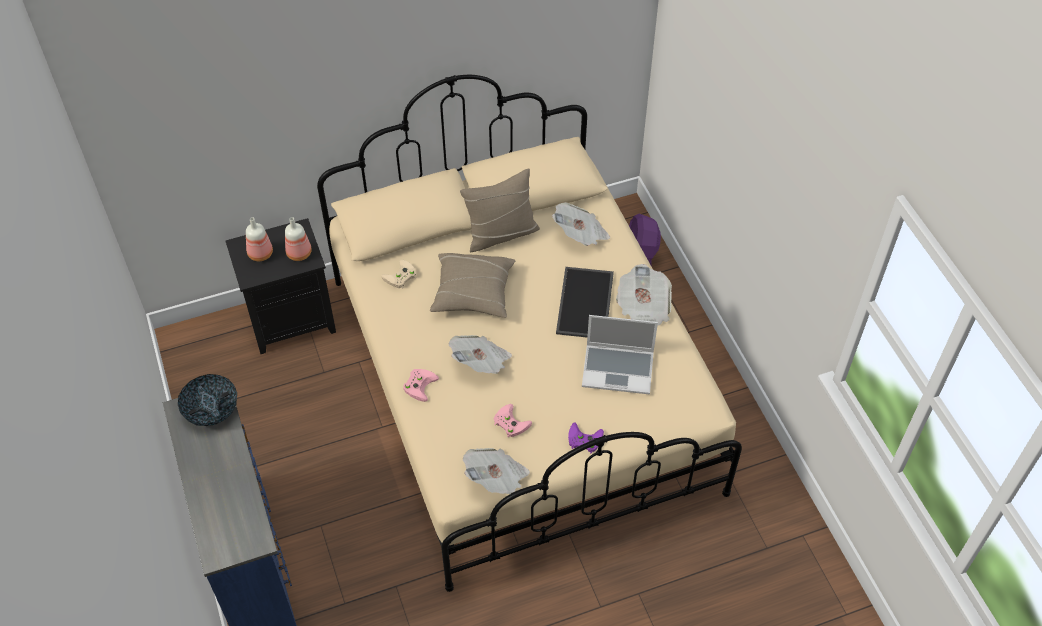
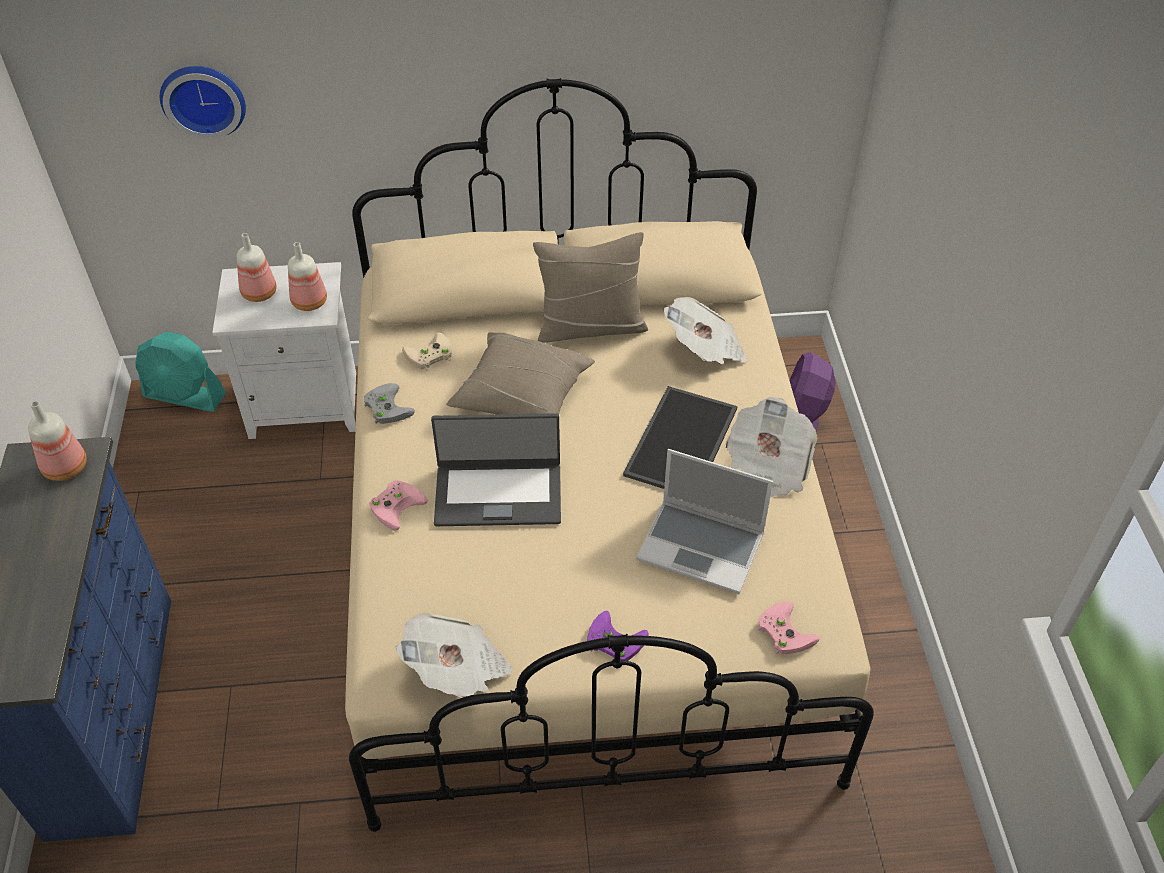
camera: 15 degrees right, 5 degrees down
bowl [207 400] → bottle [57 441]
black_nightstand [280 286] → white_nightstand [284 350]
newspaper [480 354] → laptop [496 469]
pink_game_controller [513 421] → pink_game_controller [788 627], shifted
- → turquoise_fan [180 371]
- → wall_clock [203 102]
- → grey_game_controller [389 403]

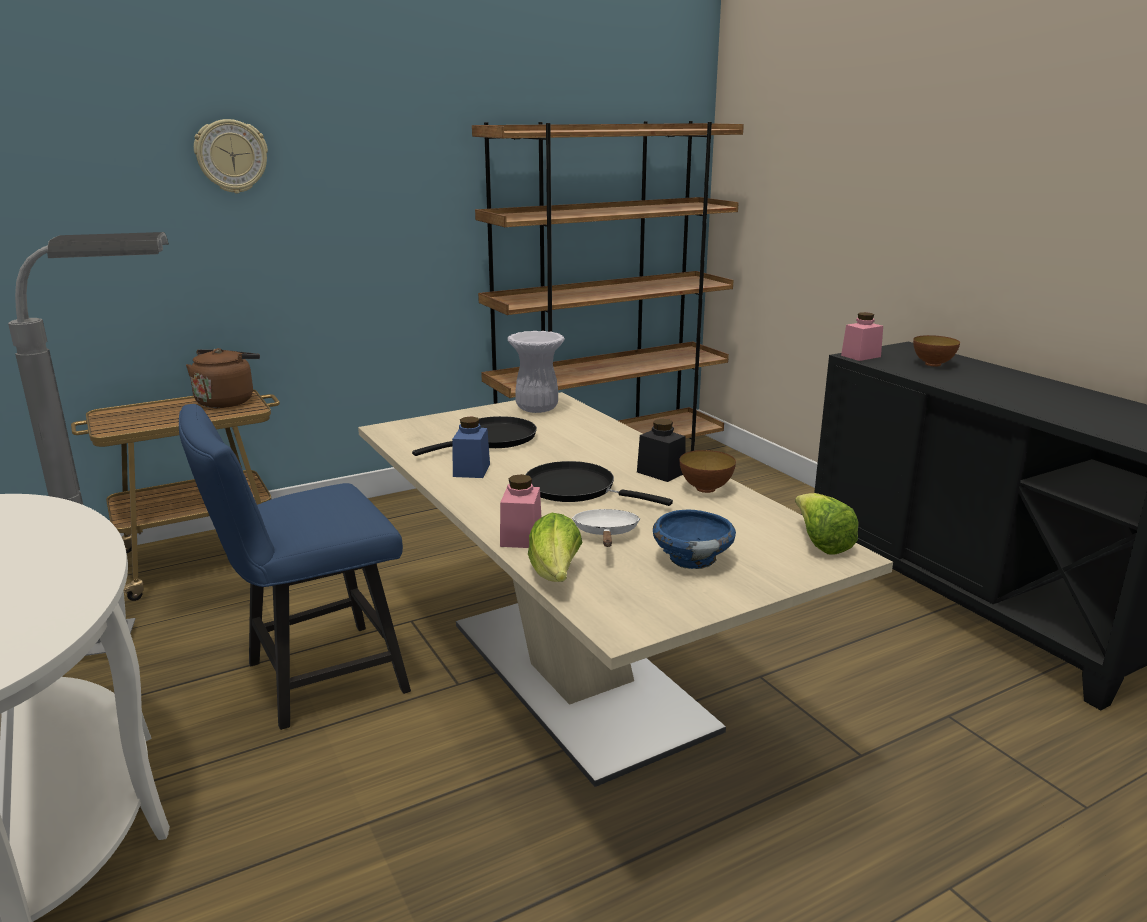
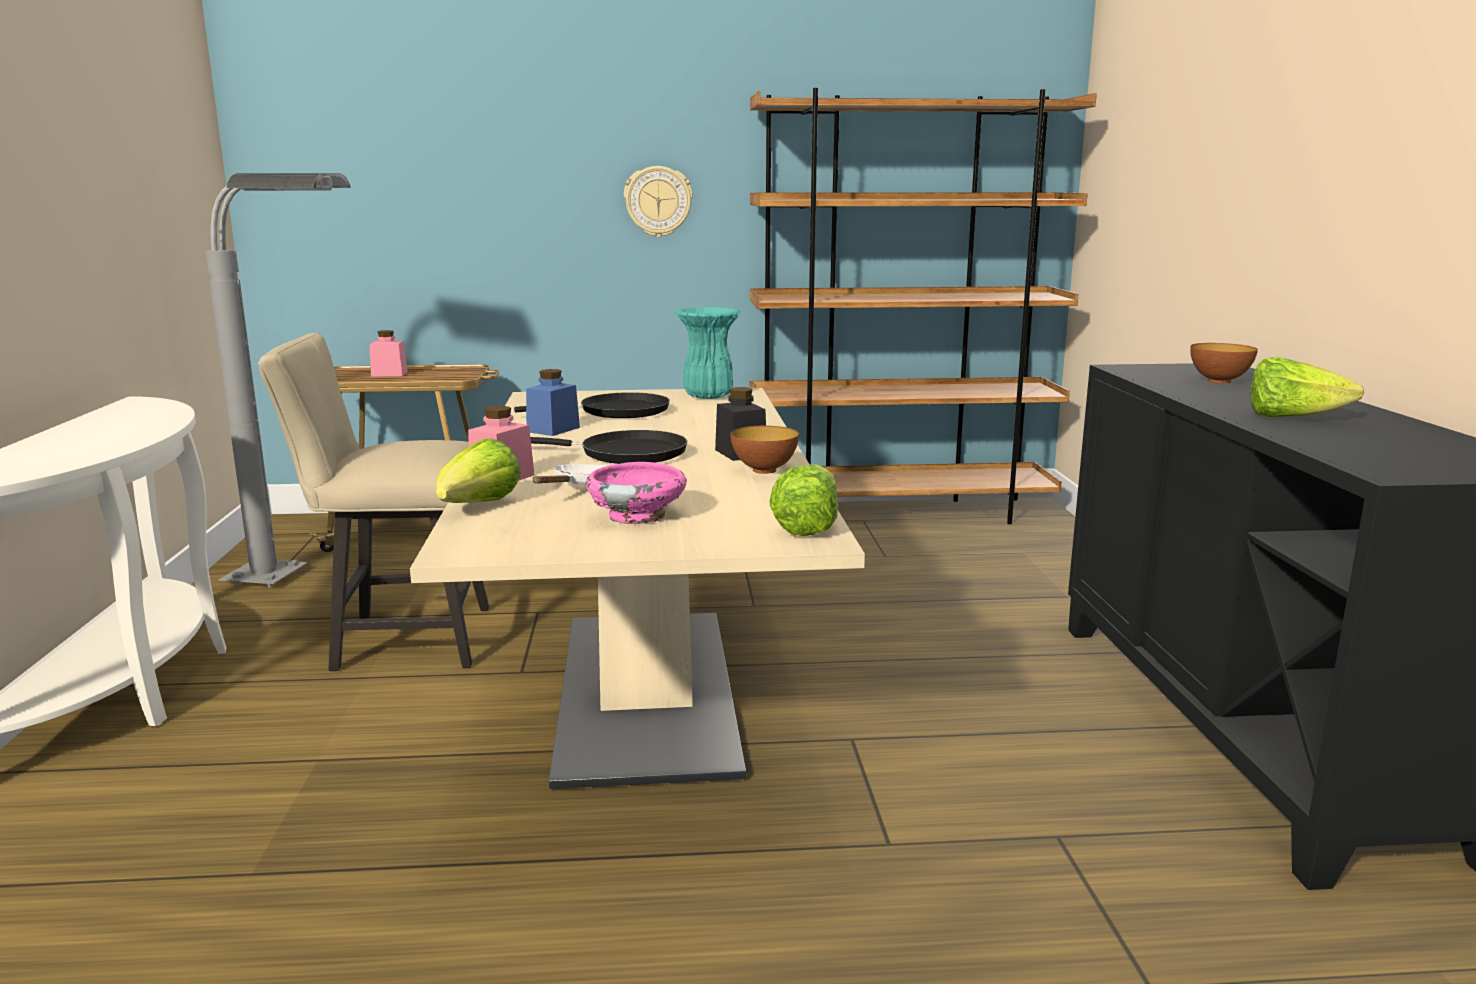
camera: 25 degrees right, 5 degrees down
blue_chair [295 567] → beige_chair [373 502]
brown_kettle [223 378] → -
wall_clock [231 156] → wall_clock [658 201], shifted
white_vase [536 372] → turquoise_vase [708 353]
black_frying_pan [599 483] → black_frying_pan [608 447], 135 degrees clockwise
blue_bowl [694 539] → pink_bowl [636 493]
pink_jar [862 336] → pink_jar [389 353], shifted
- → lettuce [1307 387]

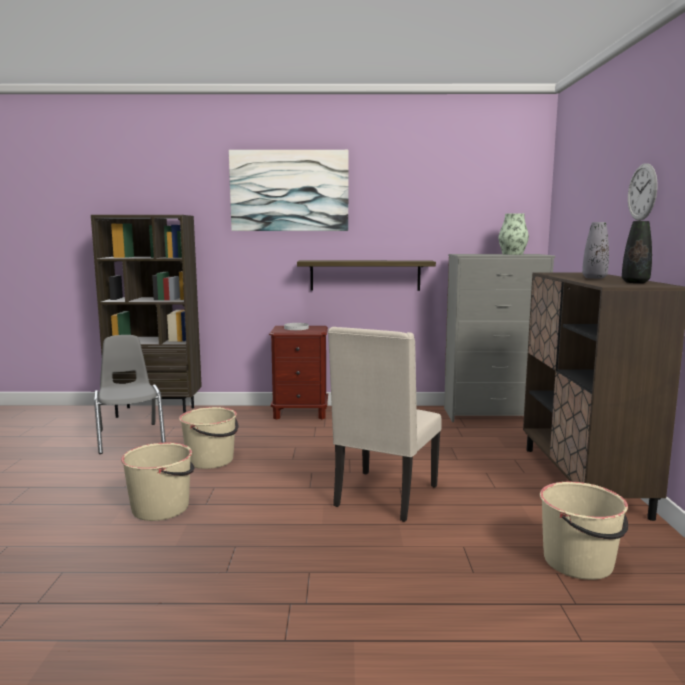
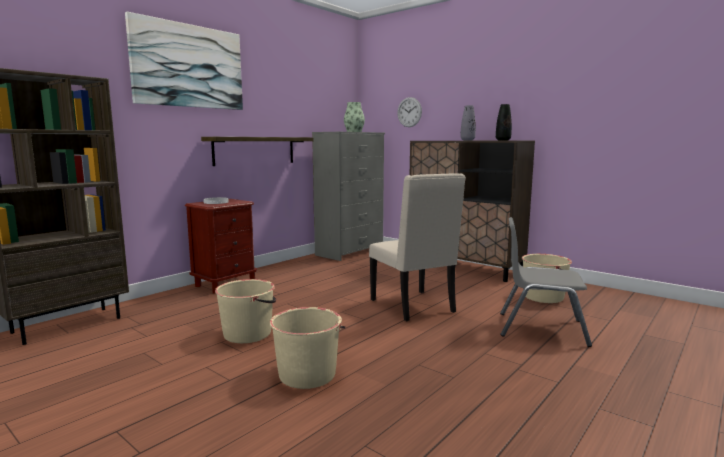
camera: 50 degrees left, 0 degrees up
grey_chair [130 394] → grey_chair [546 282], shifted
wall_clock [643 192] → wall_clock [409 112], shifted

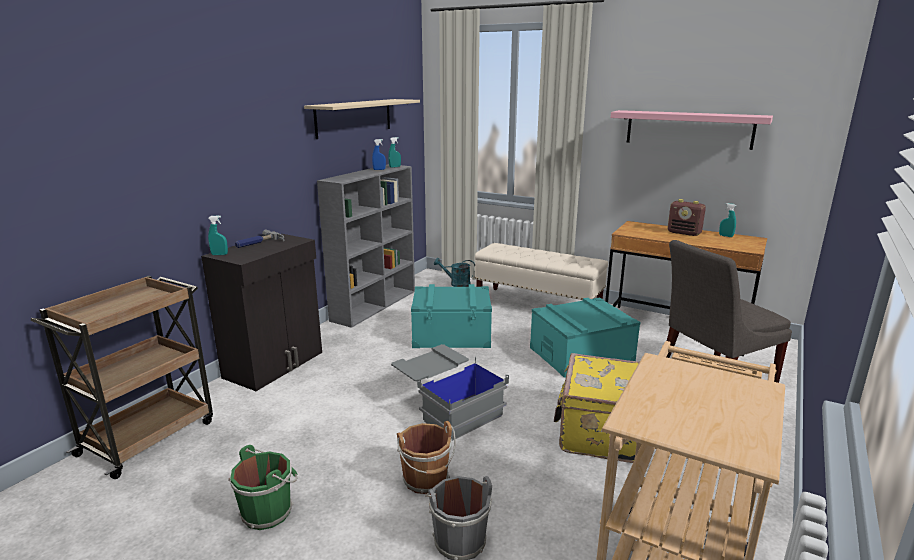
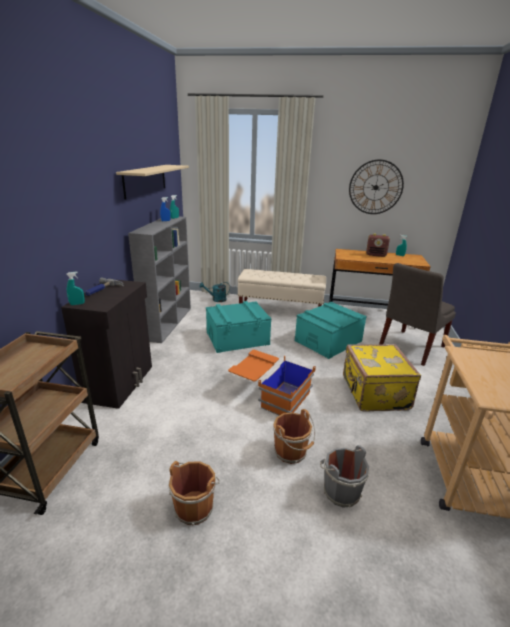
camera: 20 degrees left, 5 degrees up
green_bucket [263 487] → brown_bucket [194 493]
grey_storage_box [450 392] → orange_storage_box [272 383]
pink_shelf [692 130] → wall_clock [376 187]

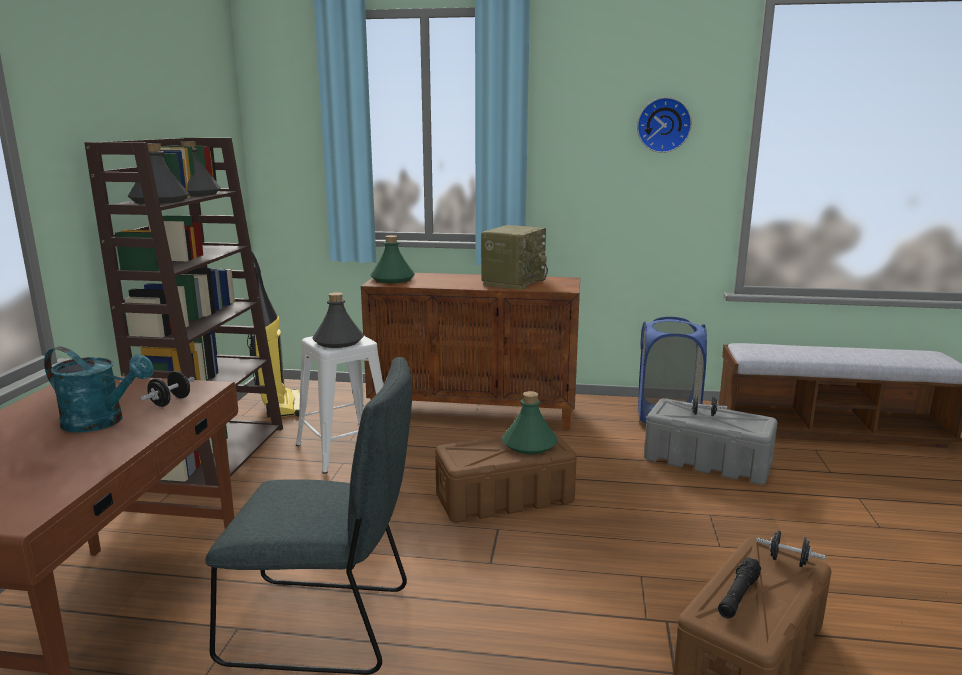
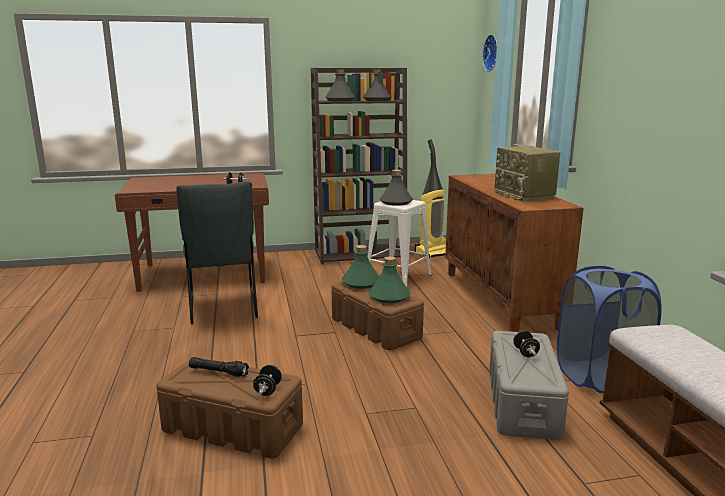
camera: 70 degrees right, 0 degrees up
turquoise_watering_can [99 389] → -
green_bottle [392 259] → green_bottle [361 267], shifted
radio [514 257] → radio [527 174], 60 degrees clockwise
wall_clock [664 125] → wall_clock [489 53], shifted

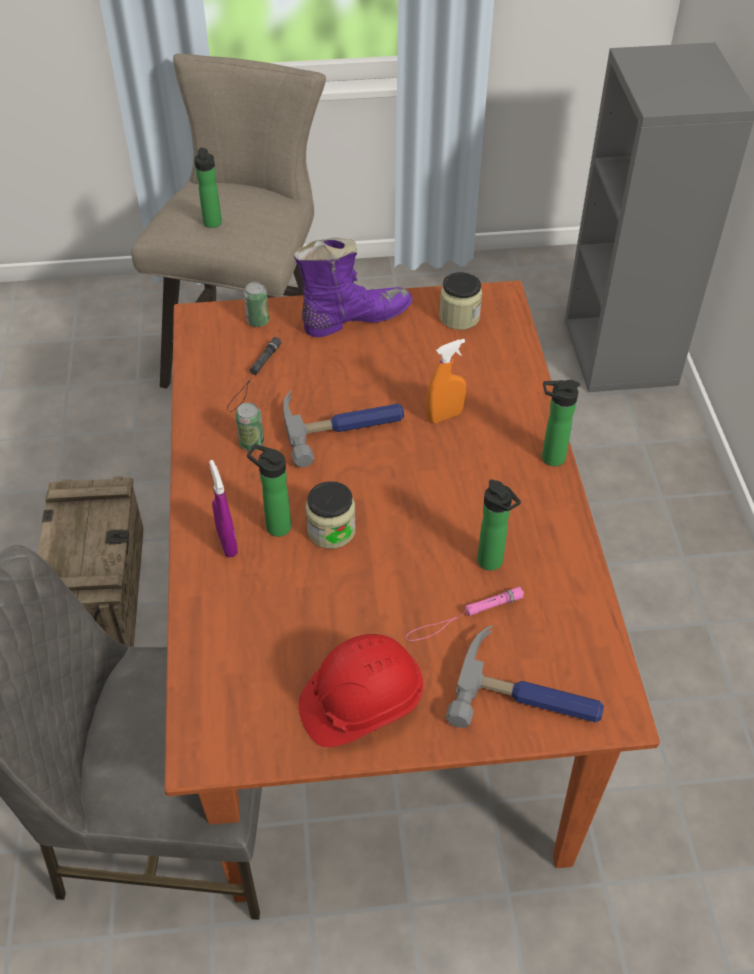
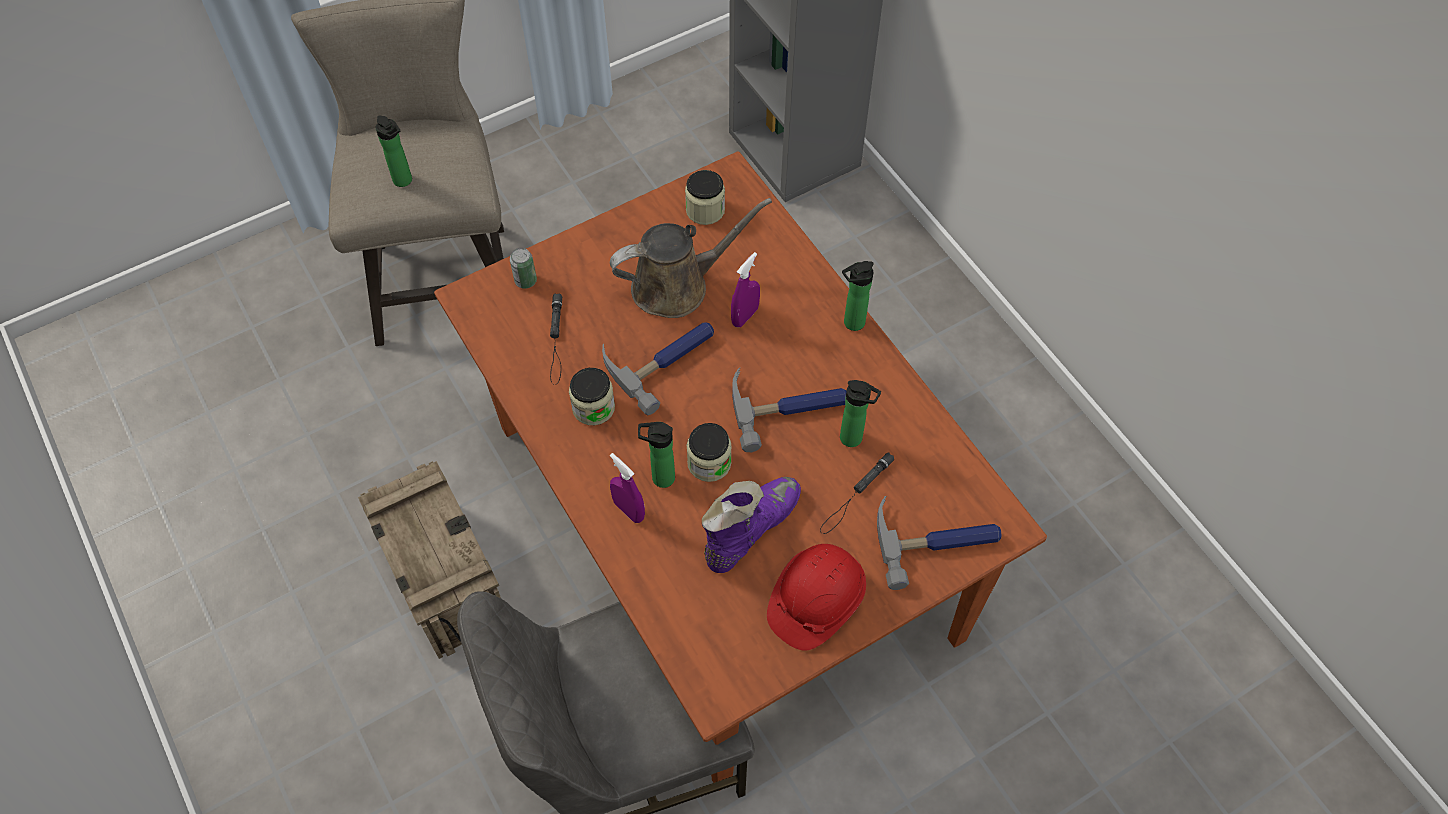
camera: 25 degrees left, 10 degrees up
can [249 426] → jar [592 396]
purple_boot [353 287] → purple_boot [751 525], shifted
pink_flashlight [465 614] → black_flashlight [857 493]
orange_spray_bottle [446 381] → purple_spray_bottle [745 289]
- → brown_watering_can [691 258]
- → hammer [789 410]

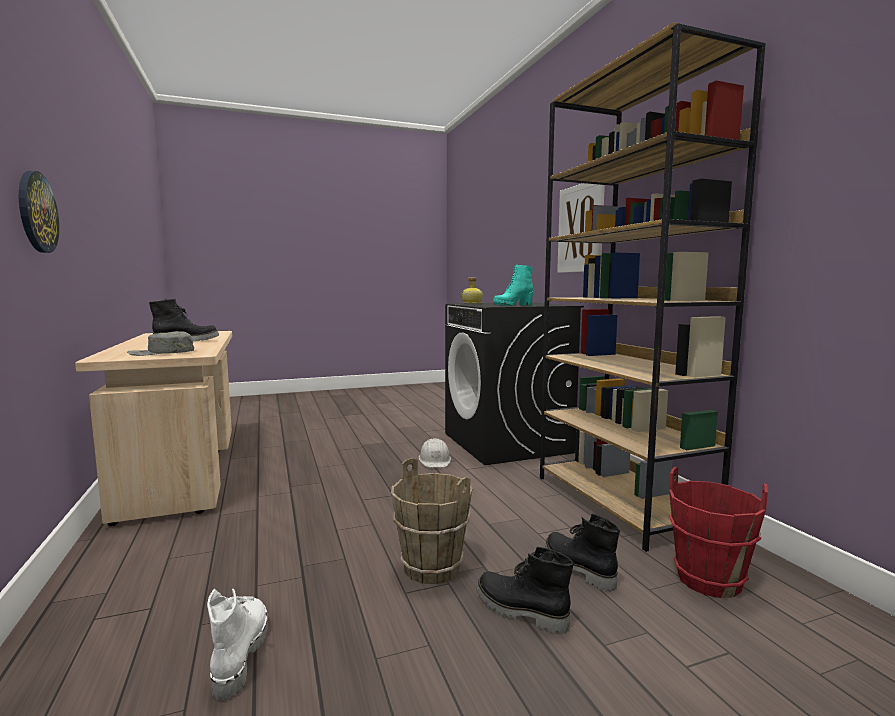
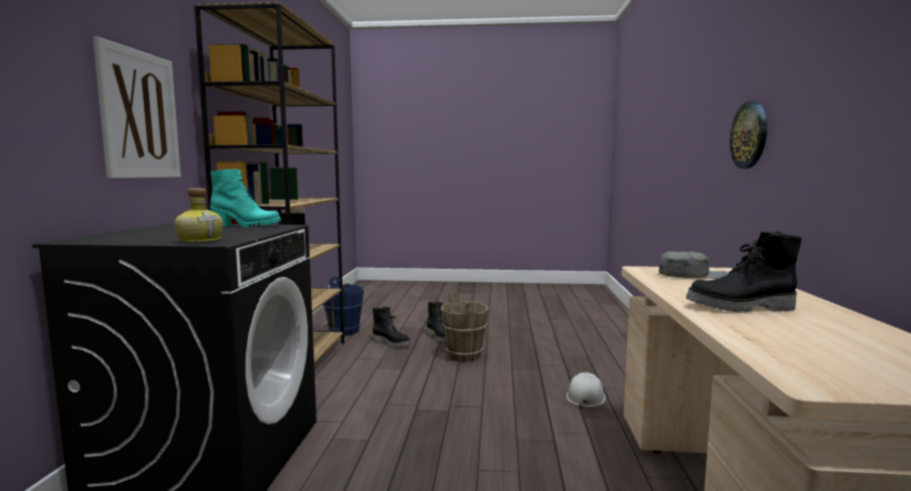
camera: 155 degrees left, 0 degrees up
white_boot [237 644] → -
white_hard_hat [435 453] → white_hard_hat [586 390], shifted
black_boot [582 553] → black_boot [392 326], 45 degrees counterclockwise
red_bucket [718 532] → blue_bucket [343 306]

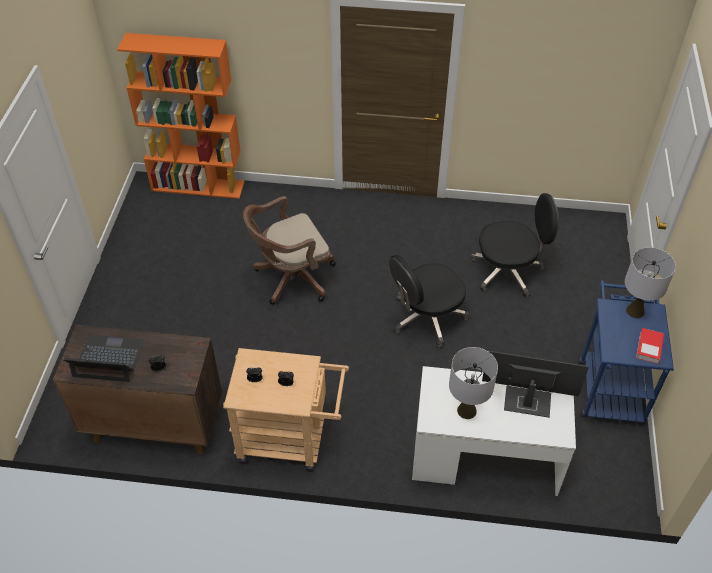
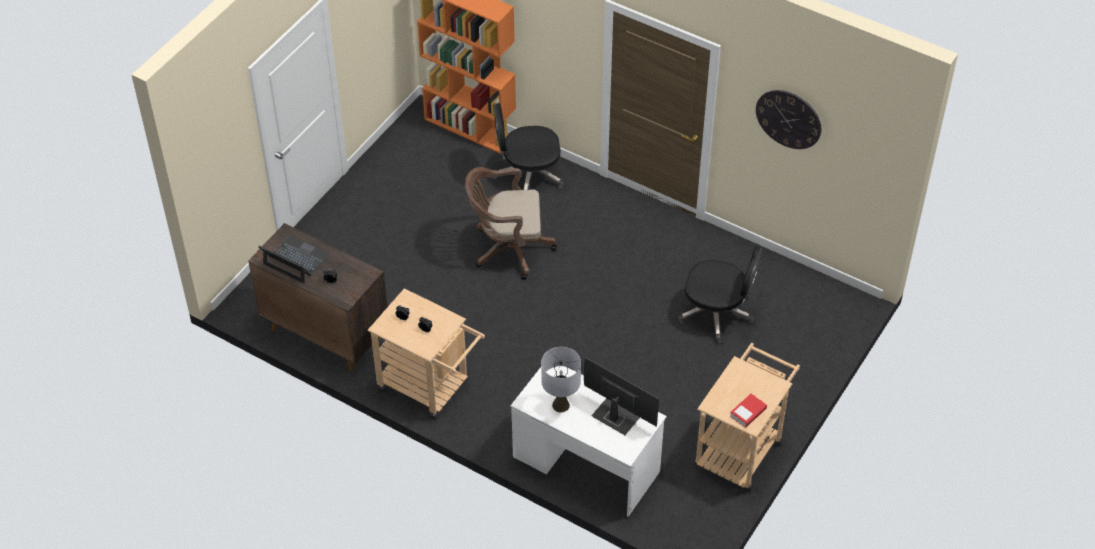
camera: 25 degrees right, 0 degrees up
black_office_chair [429 301] → black_office_chair [528 146], shifted
blue_cart [626 351] → beige_cart [747 417]
grey_table_lamp [650 282] → -
- → wall_clock [788 119]

